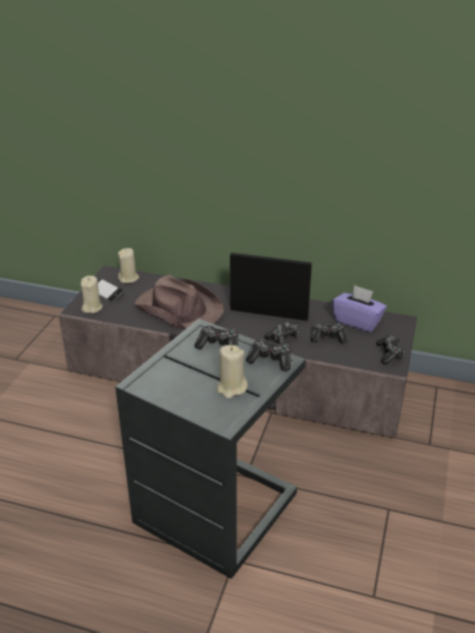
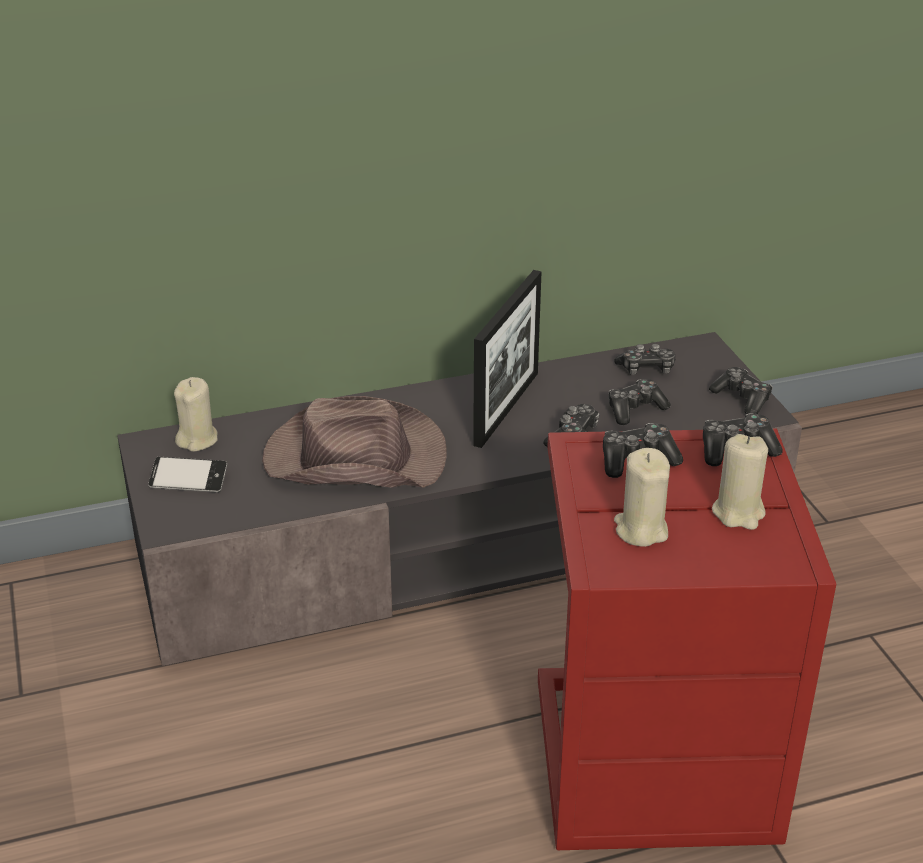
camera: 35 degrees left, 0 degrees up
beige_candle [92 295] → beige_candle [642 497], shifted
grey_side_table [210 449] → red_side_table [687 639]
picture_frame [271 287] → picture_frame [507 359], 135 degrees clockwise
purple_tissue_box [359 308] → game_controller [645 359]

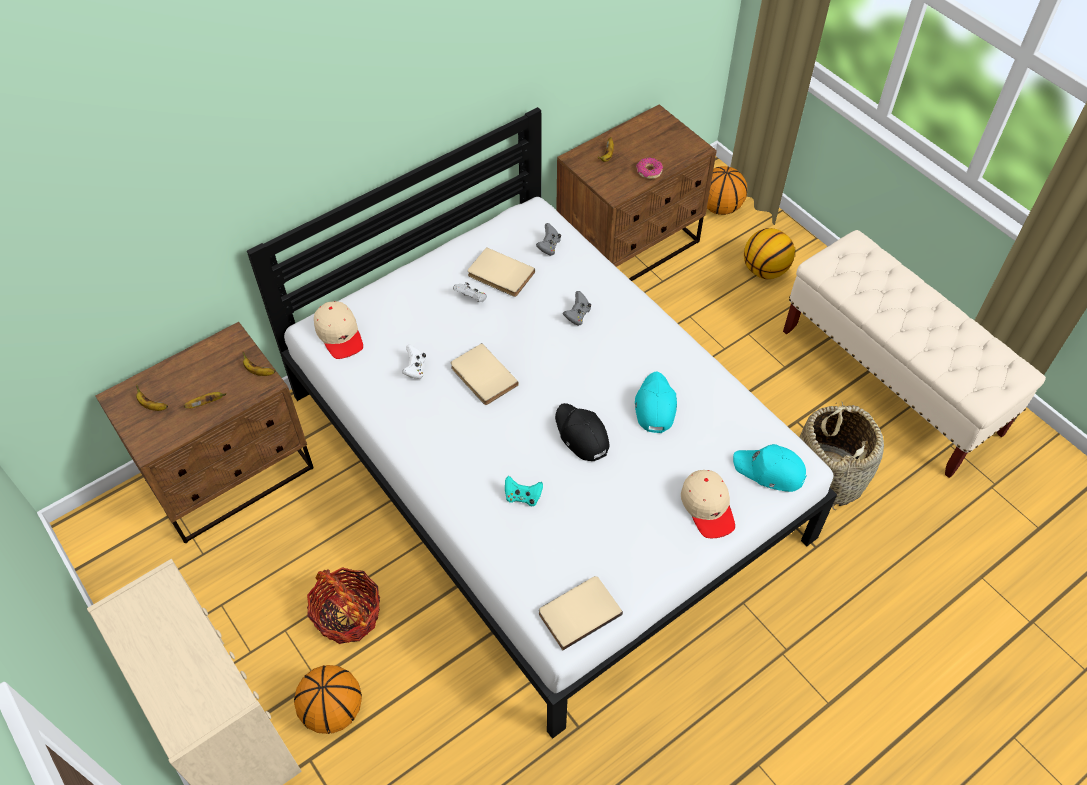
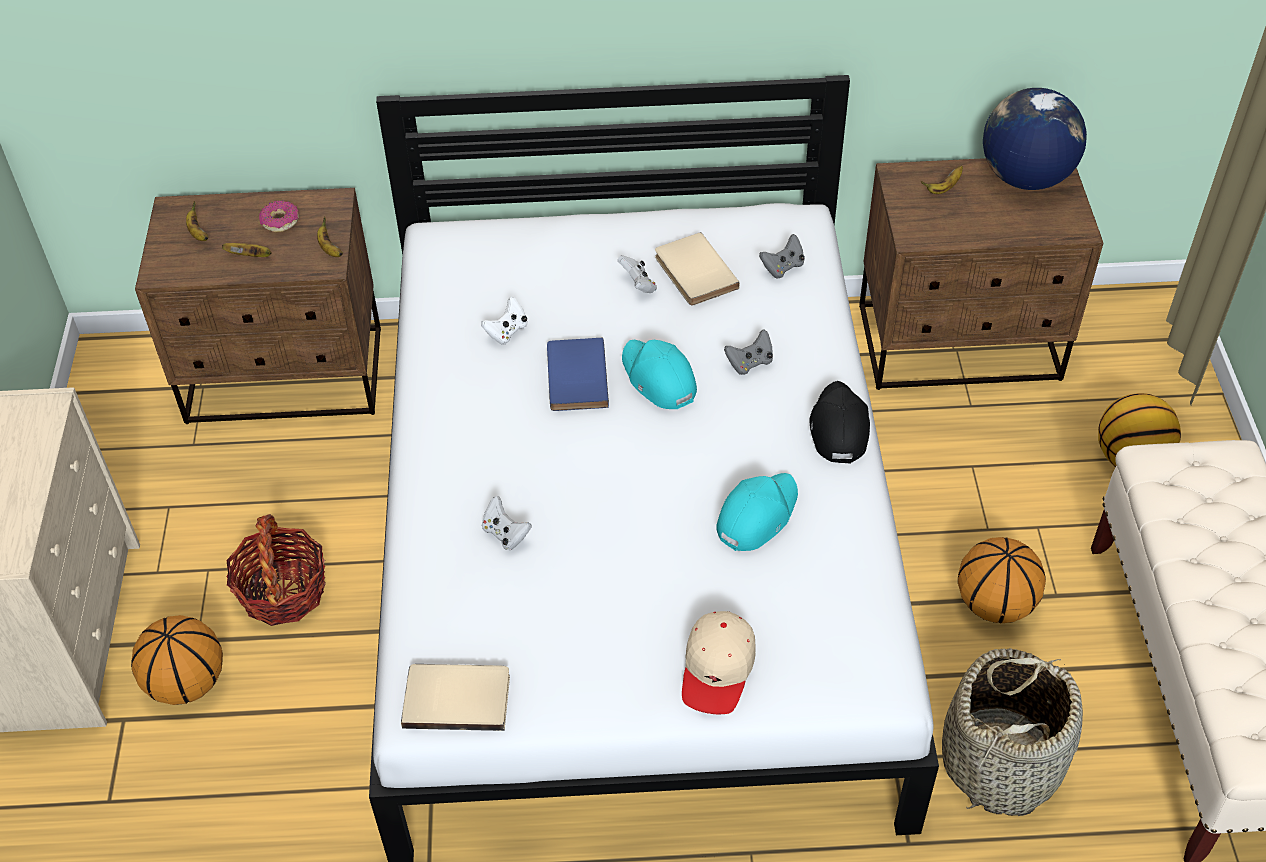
camera: 35 degrees right, 5 degrees down
beige_cap [338 330] → -
beige_book [485 374] → blue_book [578 374]
turquoise_game_controller [524 491] → white_game_controller [507 523]
black_cap [582 432] → black_cap [839 422], shifted
donut [649 168] → donut [279 216], shifted
basketball [727 190] → basketball [1002 580], shifted
turquoise_cap [770 468] → turquoise_cap [659 374], shifted
- → globe [1035 139]

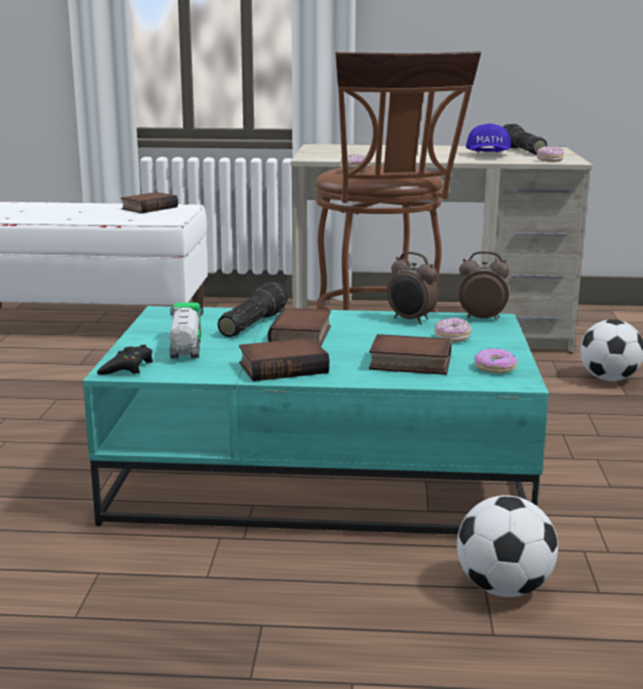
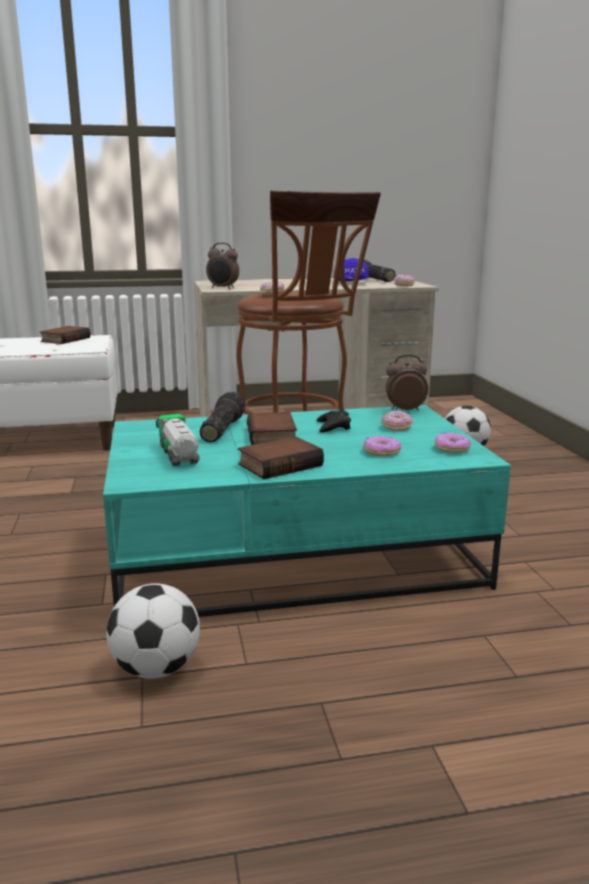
camera: 15 degrees left, 0 degrees up
black_game_controller [125 360] → black_game_controller [334 420], shifted
book [410 354] → donut [382 446]
alarm_clock [412 288] → alarm_clock [222 266], shifted
football [507 546] → football [153 630], shifted

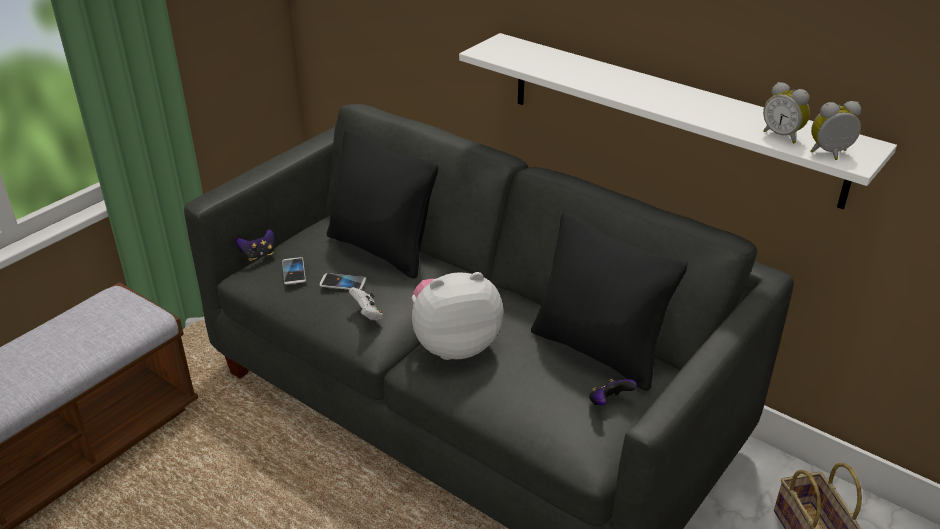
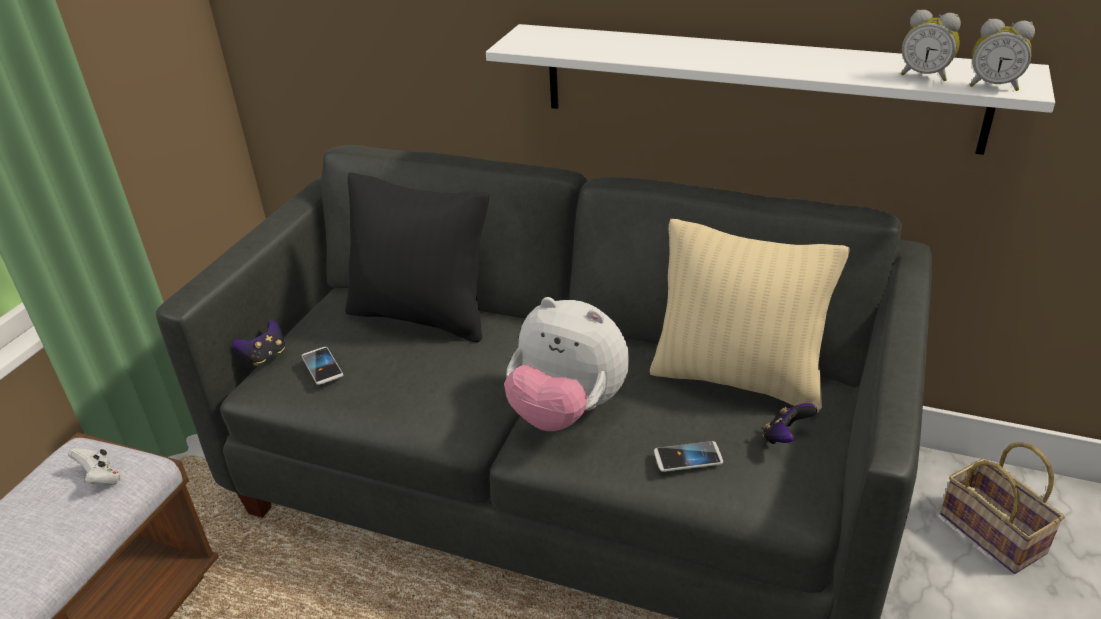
camera: 15 degrees left, 0 degrees up
phone [342 281] → phone [688 456], shifted
white_game_controller [366 304] → white_game_controller [94 467], shifted
plush_toy [457 316] → plush_toy [566 364], 120 degrees counterclockwise
black_pillow [609 301] → beige_pillow [750 316]
alarm_clock [835 130] → alarm_clock [1002 55], 135 degrees counterclockwise

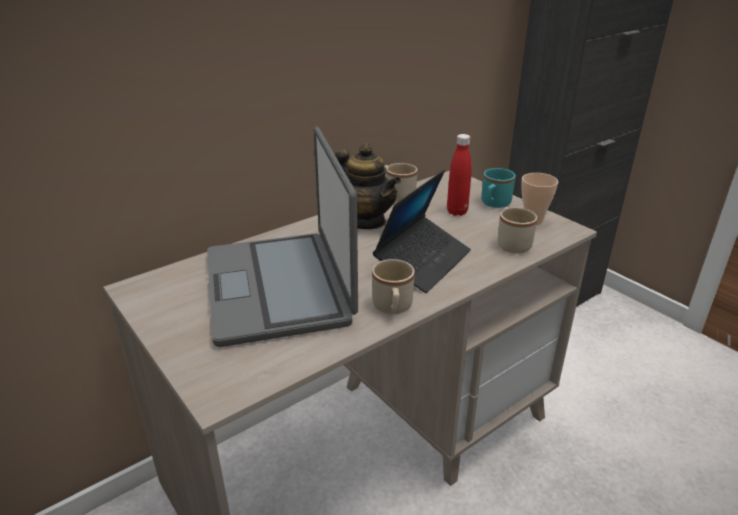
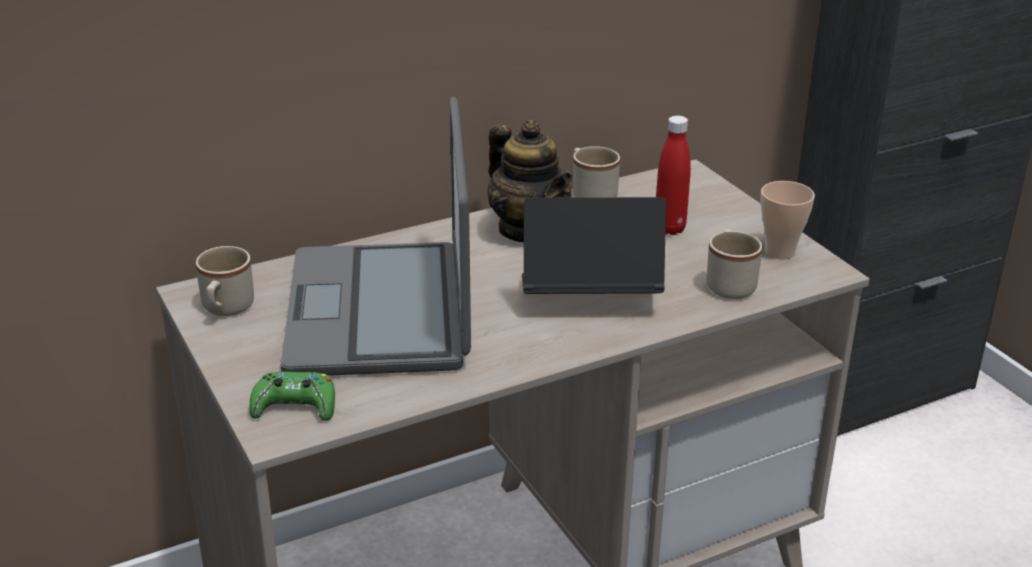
camera: 10 degrees right, 0 degrees up
beige_mug [393 286] → beige_mug [225 281], shifted
laptop [422 231] → laptop [594 245], 135 degrees counterclockwise
turquoise_mug [498 188] → -
- → green_game_controller [292 396]

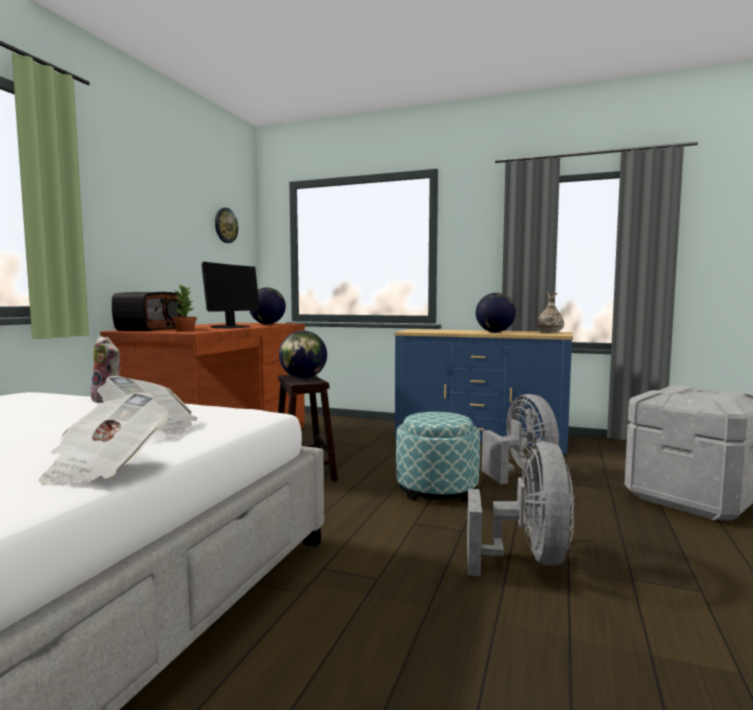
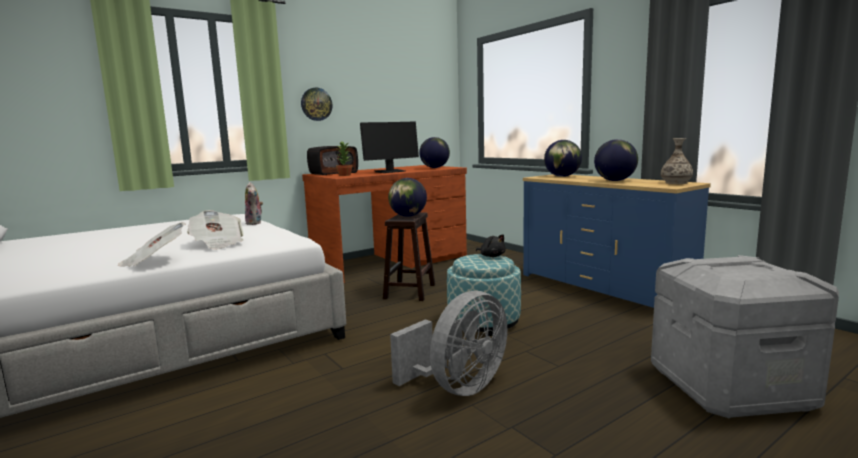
camera: 35 degrees right, 5 degrees up
wall_clock [226 225] → wall_clock [316 104], shifted
grey_fan [520 439] → -
- → black_plush_toy [491 245]
- → globe [563 158]

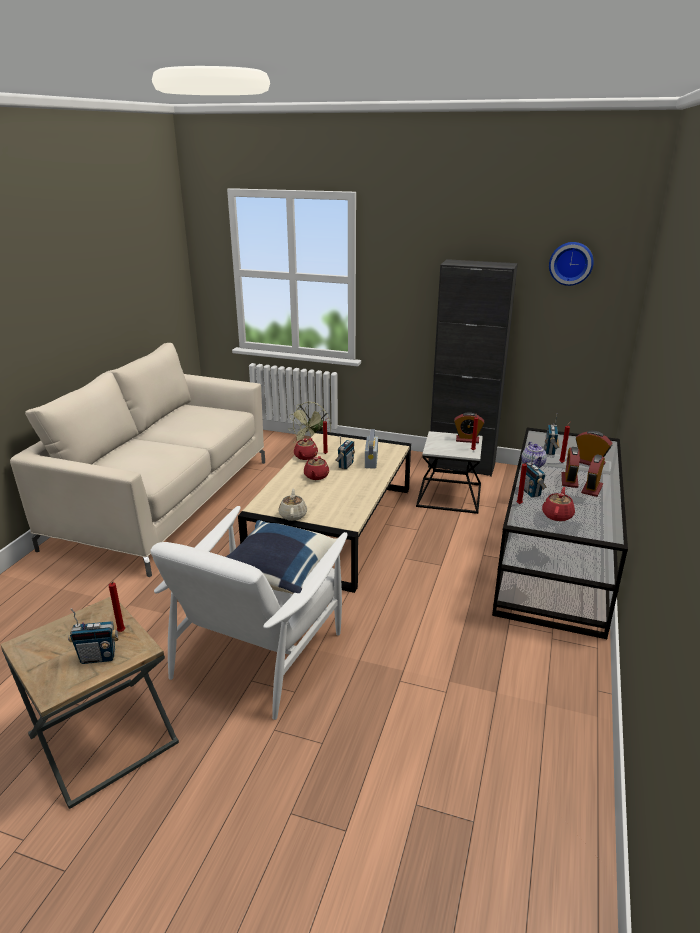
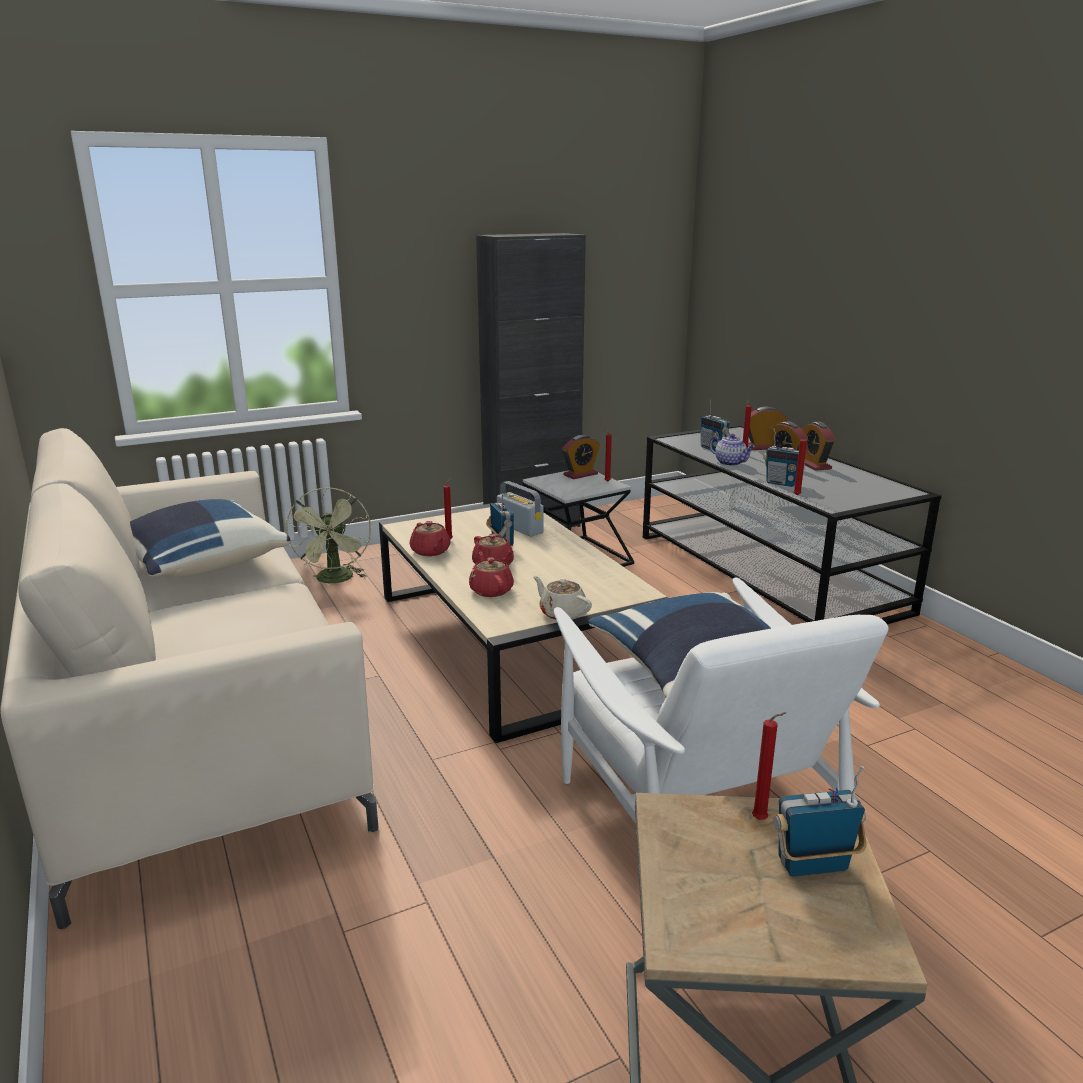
camera: 45 degrees left, 5 degrees down
radio [93 636] → radio [820 821], 135 degrees counterclockwise
red_teapot [558 504] → red_teapot [491 574], shifted
wall_clock [571 264] → -
- → blue_pillow [210 538]

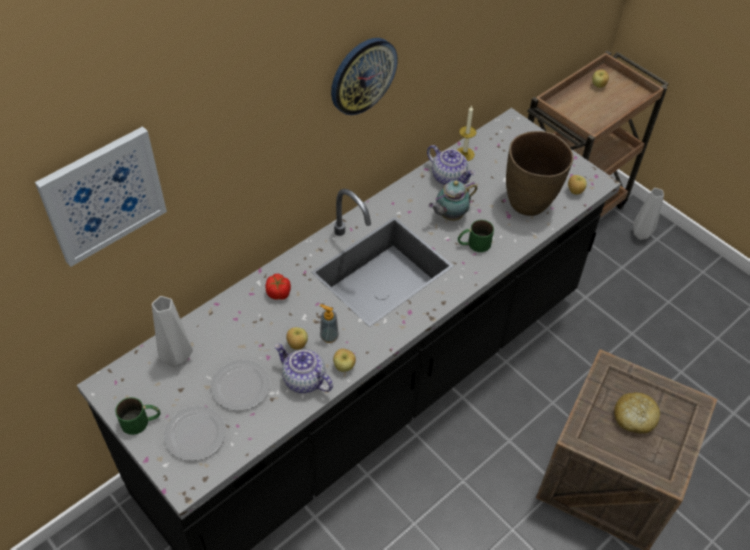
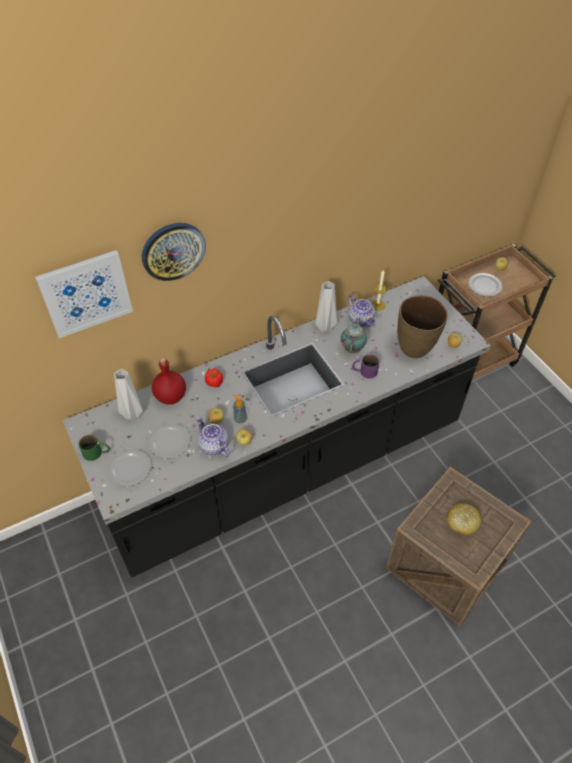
camera: 15 degrees right, 0 degrees up
wall_clock [364 76] → wall_clock [174 252], shifted
teapot [452 200] → teapot [354 336], 120 degrees clockwise
green_mug [476 236] → purple_mug [365 366]
grey_vase [648 214] → grey_vase [326 306], shifted
- → red_bottle [169 381]
- → plate [485 285]

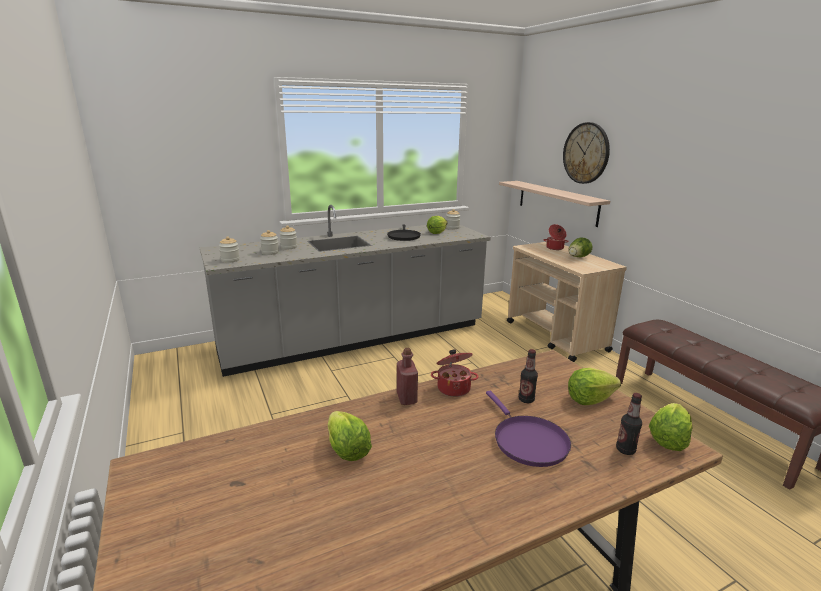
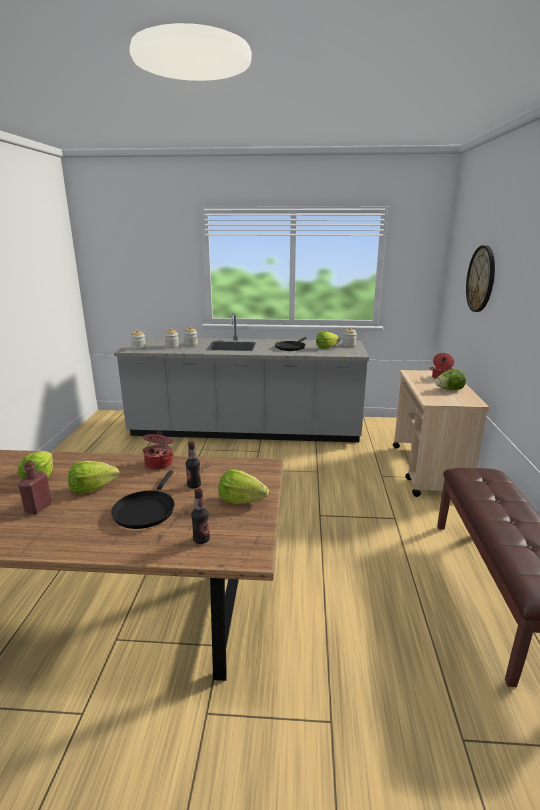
camera: 30 degrees right, 0 degrees up
red_bottle [407 376] → red_bottle [35 487], shifted
purple_frying_pan [528 429] → black_frying_pan [143 499]
shelf [554 204] → -
lettuce [670 427] → lettuce [93 477], shifted

